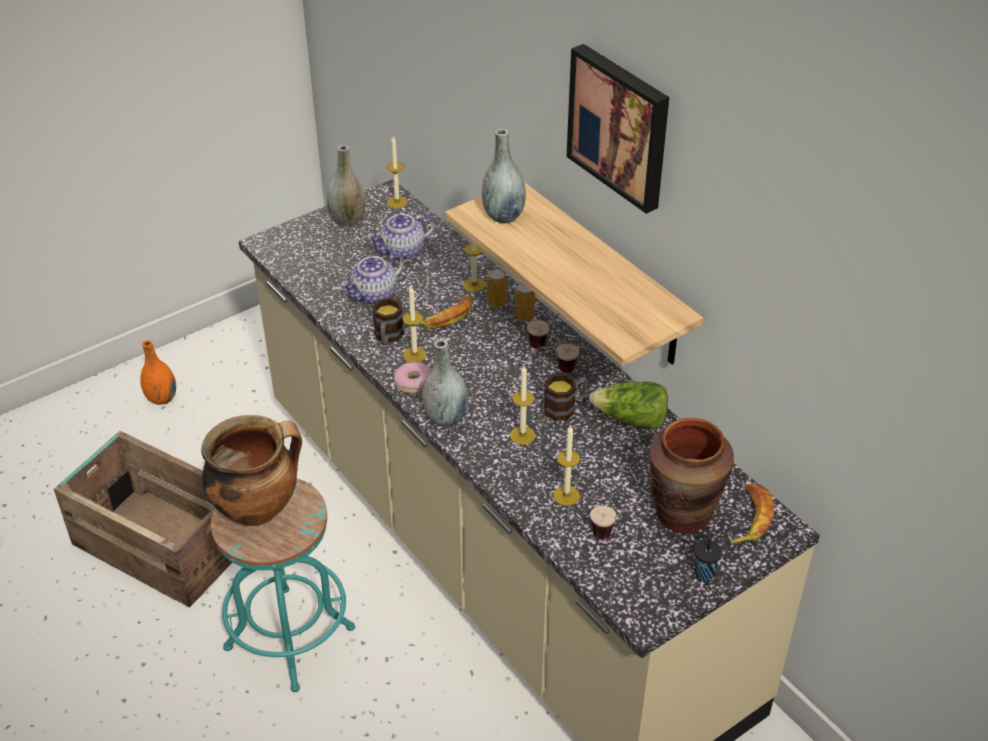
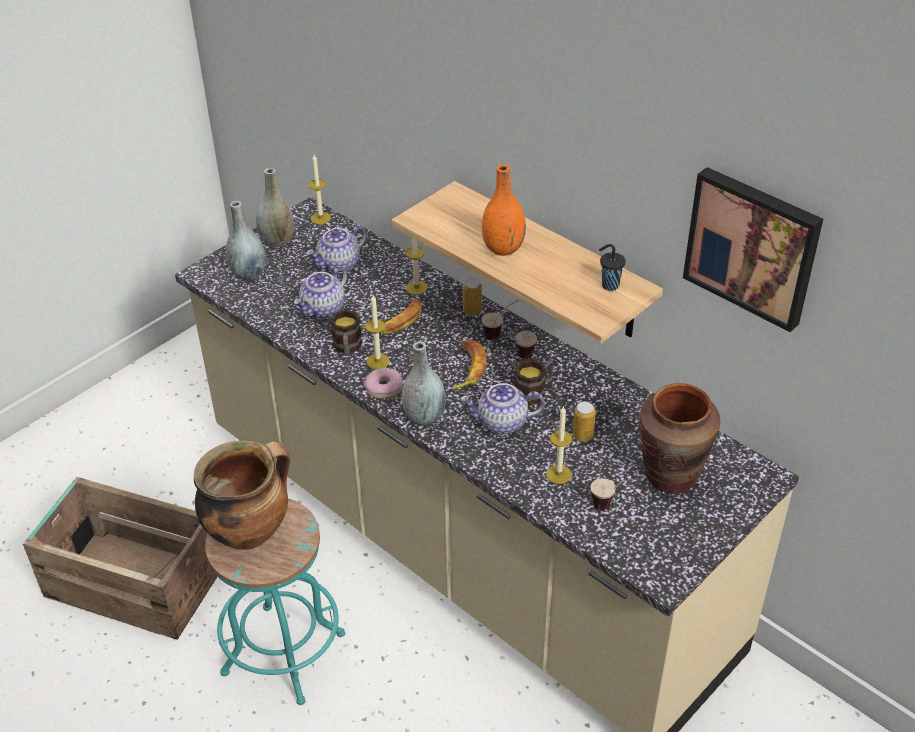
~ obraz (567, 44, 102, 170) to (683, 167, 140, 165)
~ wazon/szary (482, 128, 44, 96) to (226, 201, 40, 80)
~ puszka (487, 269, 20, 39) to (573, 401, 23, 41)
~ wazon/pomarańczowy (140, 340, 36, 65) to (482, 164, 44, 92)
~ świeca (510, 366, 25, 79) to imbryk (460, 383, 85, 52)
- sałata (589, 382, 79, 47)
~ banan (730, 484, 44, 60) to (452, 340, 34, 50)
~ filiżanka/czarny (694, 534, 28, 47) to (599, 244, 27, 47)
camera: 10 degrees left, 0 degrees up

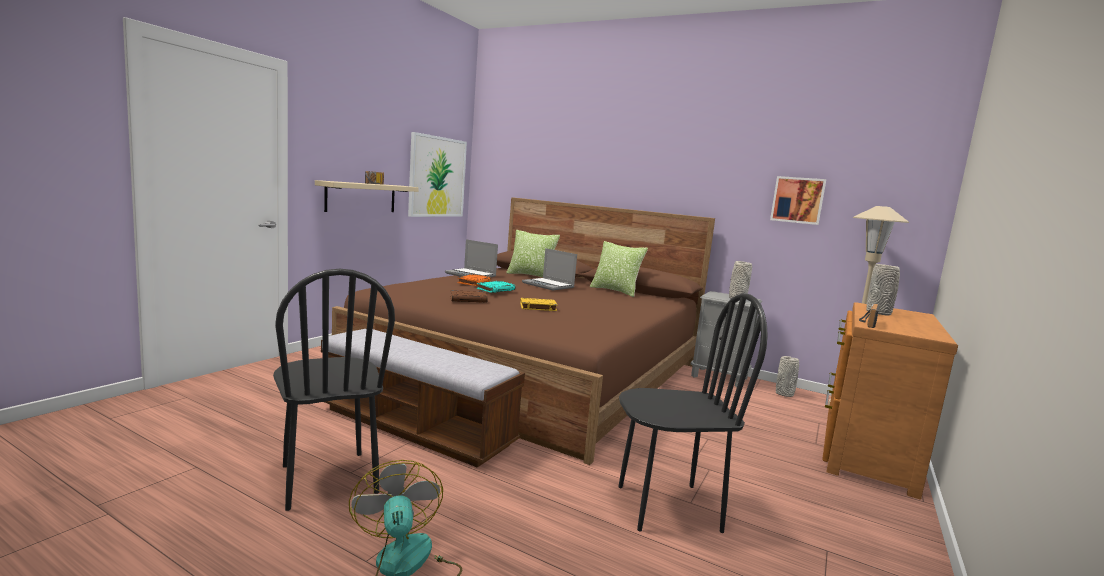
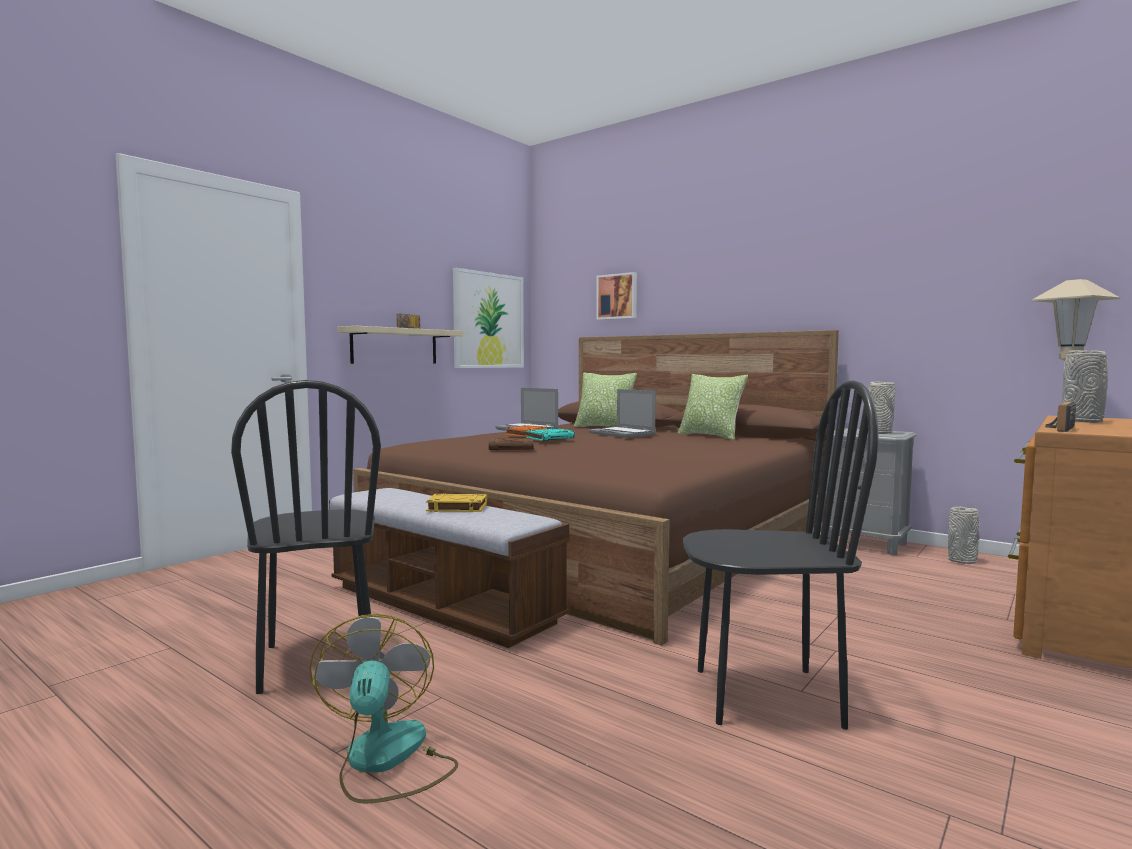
~ obraz (770, 176, 56, 49) to (596, 272, 41, 48)
~ książka/żółty (520, 298, 38, 13) to (426, 493, 61, 19)
camera: 10 degrees right, 5 degrees down

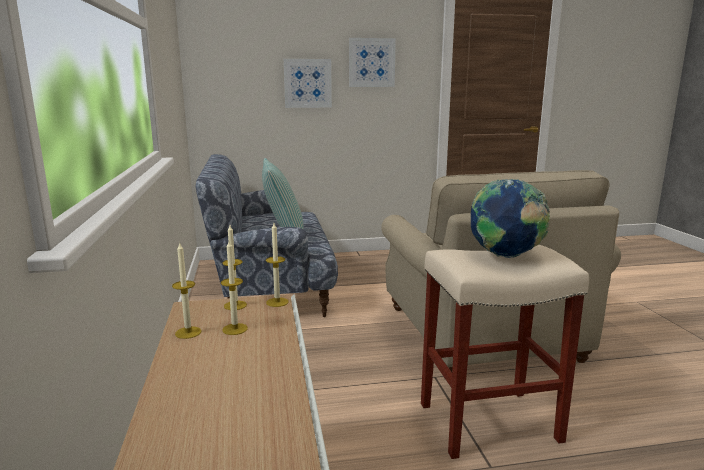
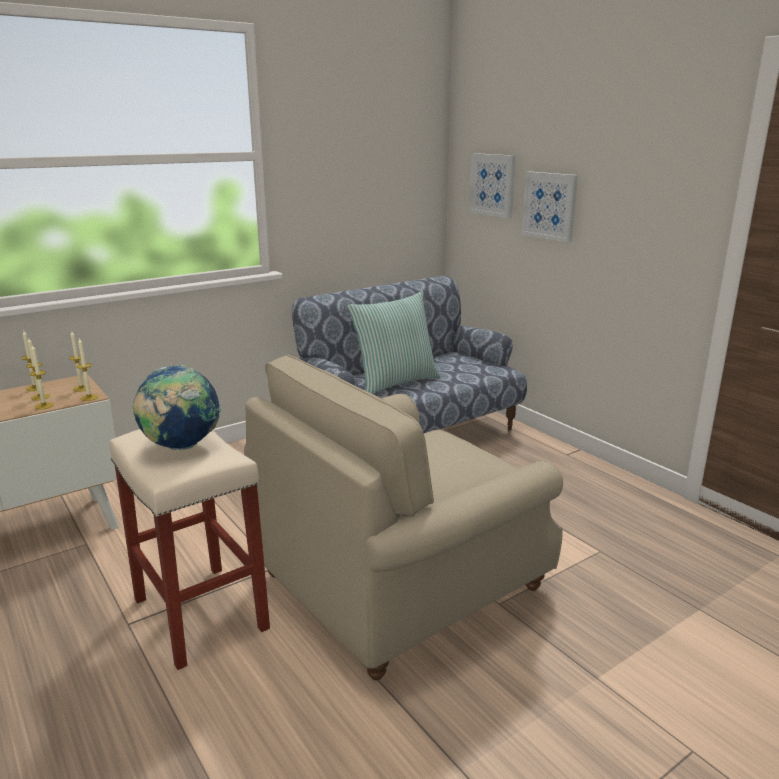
~ obraz (349, 38, 47, 49) to (469, 153, 47, 65)
+ świeca (30, 345, 24, 64)
camera: 65 degrees right, 5 degrees up

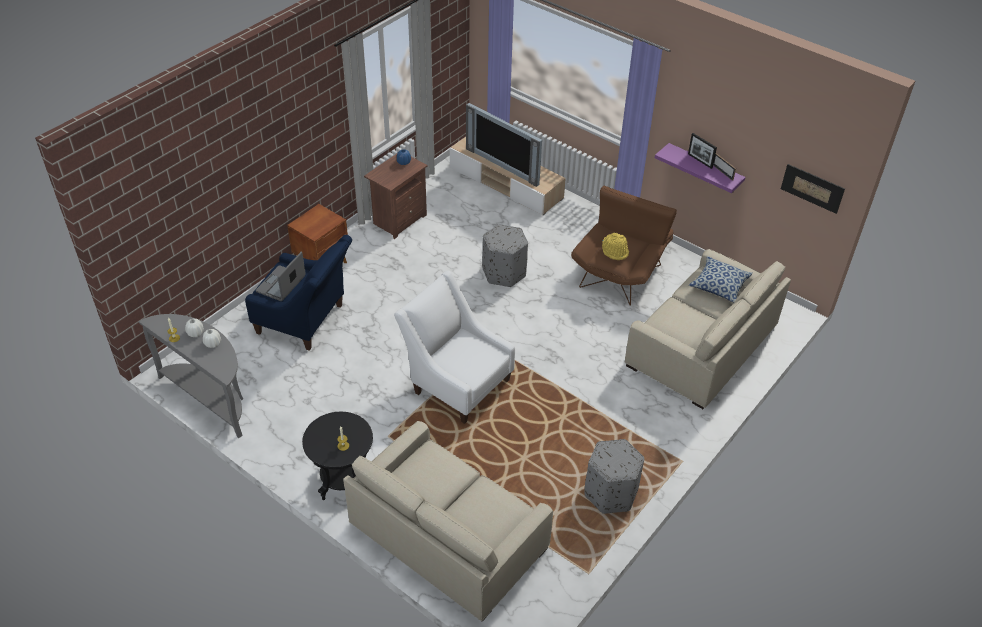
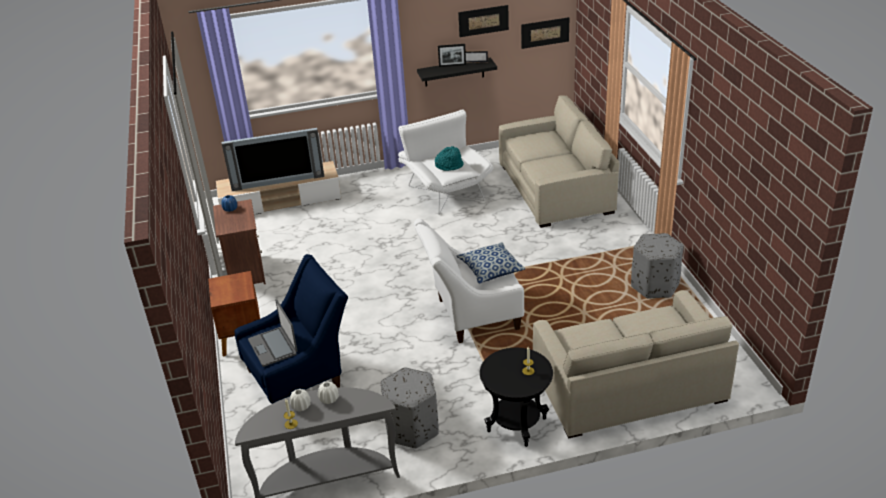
~ półka/fioletowy (655, 143, 90, 50) to półka/czarny (417, 57, 80, 29)
~ fotel/brązowy (571, 186, 106, 120) to fotel/biały (398, 109, 95, 105)
~ pufa/szary (482, 224, 46, 63) to (381, 367, 58, 82)
~ kapelusz/żółty (602, 233, 27, 27) to kapelusz/turkusowy (435, 146, 29, 25)
~ poduszka (689, 256, 64, 47) to (457, 242, 68, 42)
+ obraz (458, 5, 51, 32)
camera: 50 degrees left, 10 degrees down

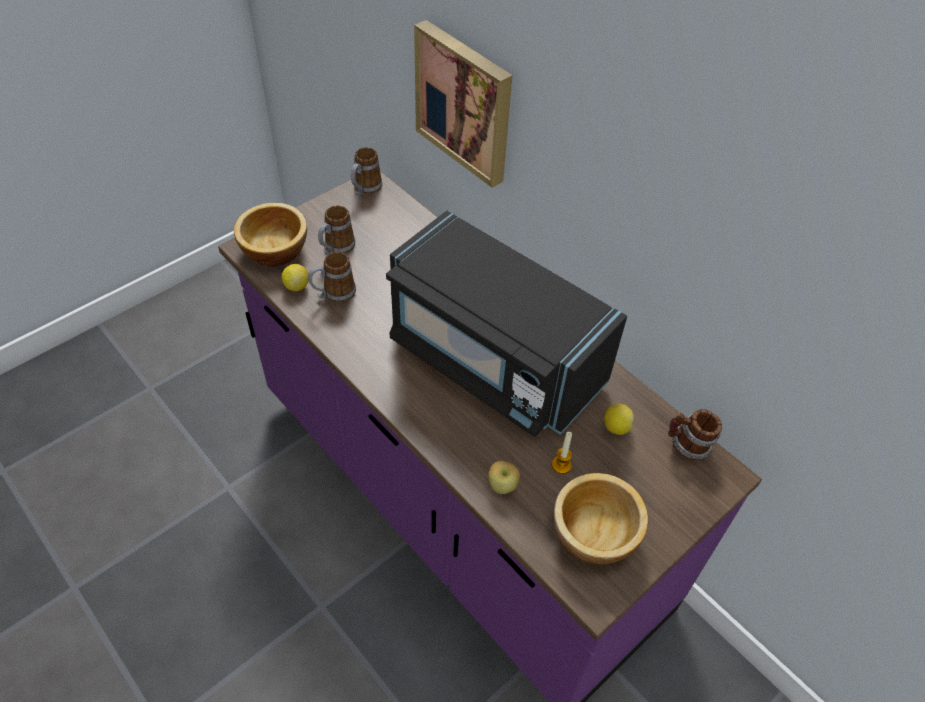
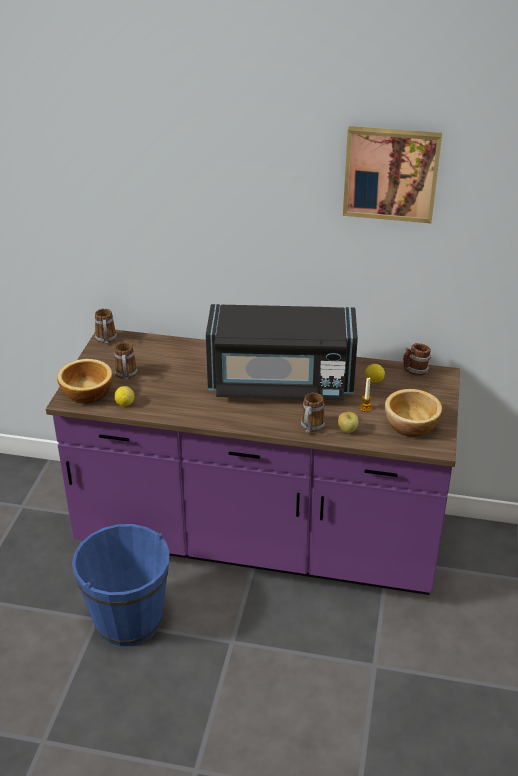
~ obraz (414, 20, 98, 168) to (343, 126, 99, 97)
~ kubek (308, 252, 48, 51) to (301, 392, 24, 41)
+ wiadro/niebieski (72, 524, 98, 122)
camera: 35 degrees left, 15 degrees down

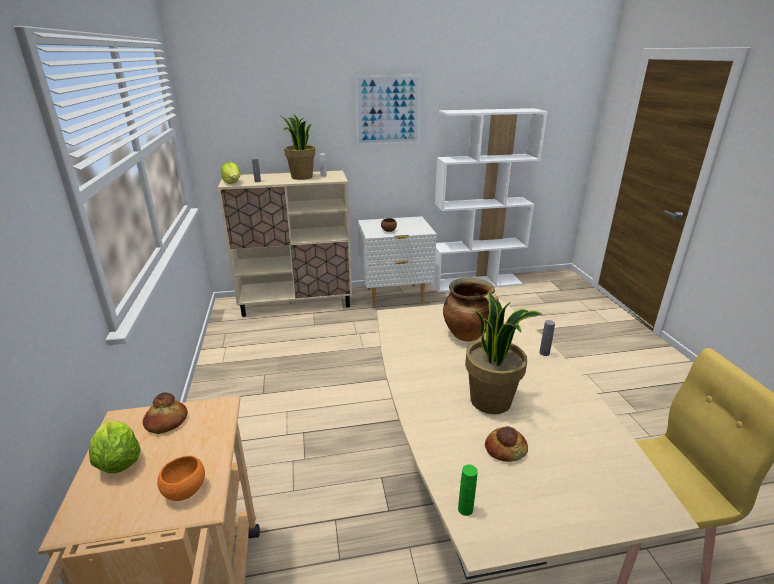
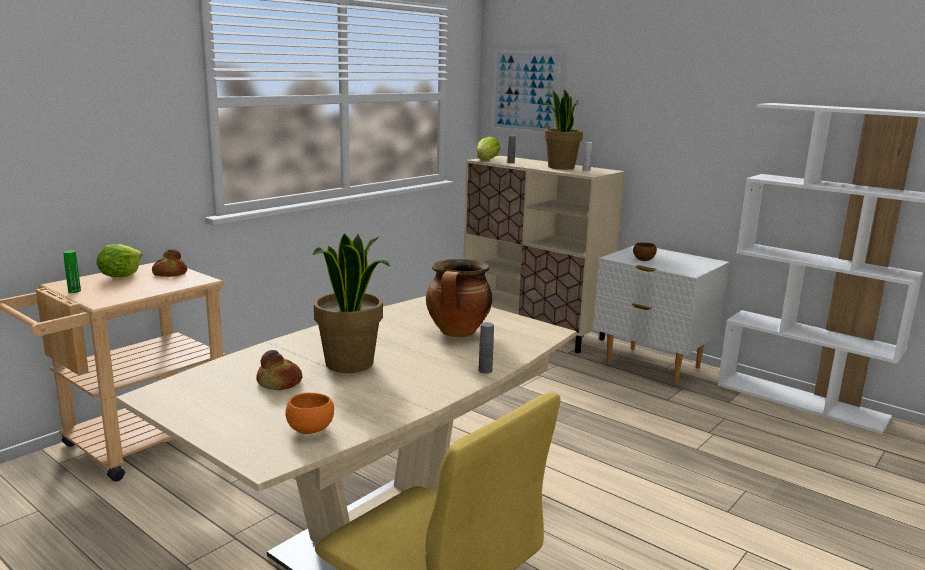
~ obraz (355, 75, 66, 71) to (492, 50, 70, 84)
~ miska/pomarańczowy (157, 456, 48, 45) to (285, 393, 49, 41)
~ butelka/zielony (458, 464, 20, 52) to (63, 250, 18, 43)
camera: 50 degrees right, 10 degrees down

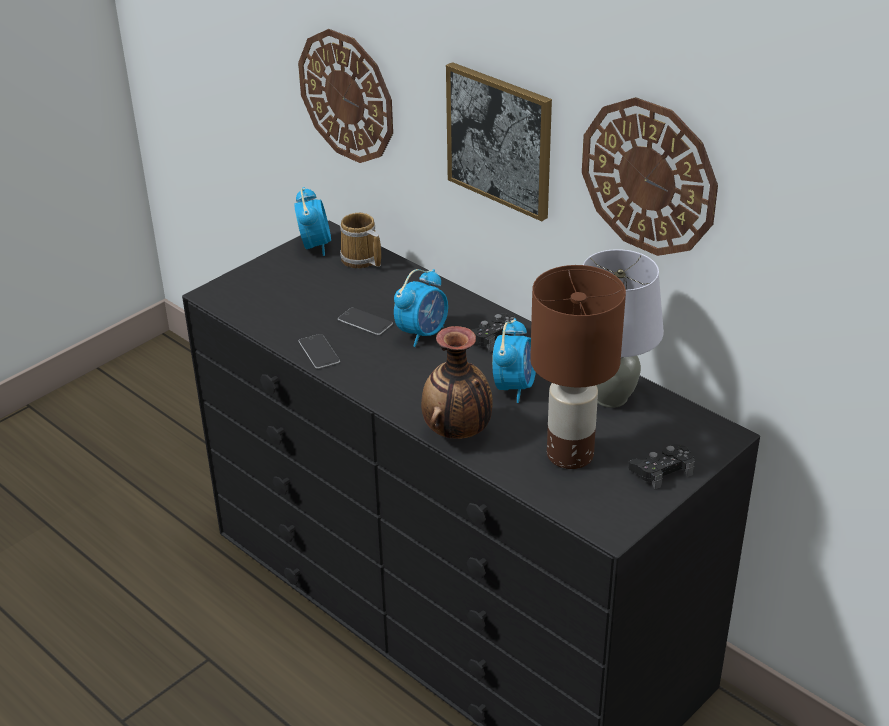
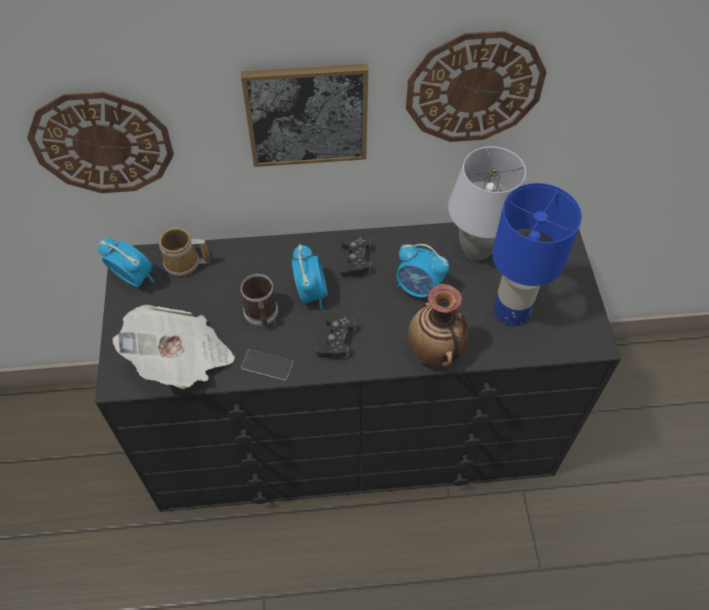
~ lampa stołowa/brązowy (530, 265, 96, 204) to lampa stołowa/niebieski (492, 183, 90, 143)
~ telefon (338, 307, 55, 28) to kubek (240, 274, 38, 52)
~ budzik (492, 318, 44, 85) = (397, 244, 52, 54) 150 degrees clockwise
~ pad do gier/czarny (629, 444, 65, 46) to (316, 313, 41, 45)
+ gazeta (112, 305, 123, 84)
camera: 50 degrees left, 20 degrees up

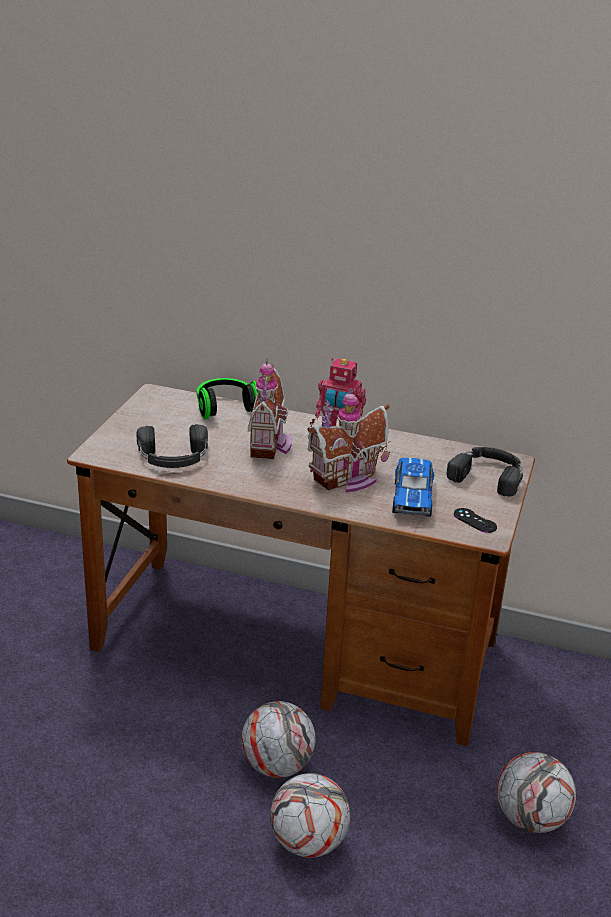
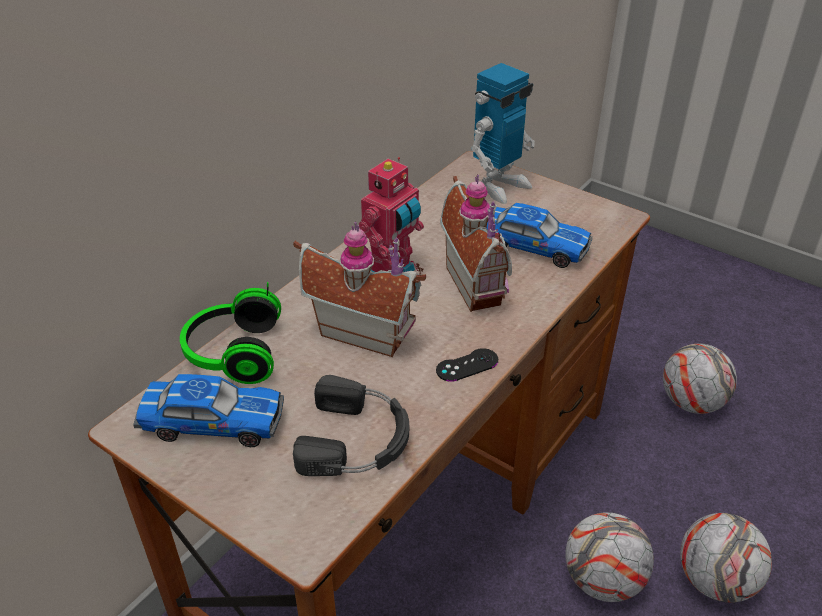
~ słuchawki/czarny (447, 447, 76, 50) to robot zabawkowy (471, 63, 64, 141)
~ pad do gier/czarny (454, 508, 43, 25) to (436, 348, 62, 34)
+ samochodzik (133, 374, 151, 73)
camera: 70 degrees left, 10 degrees up

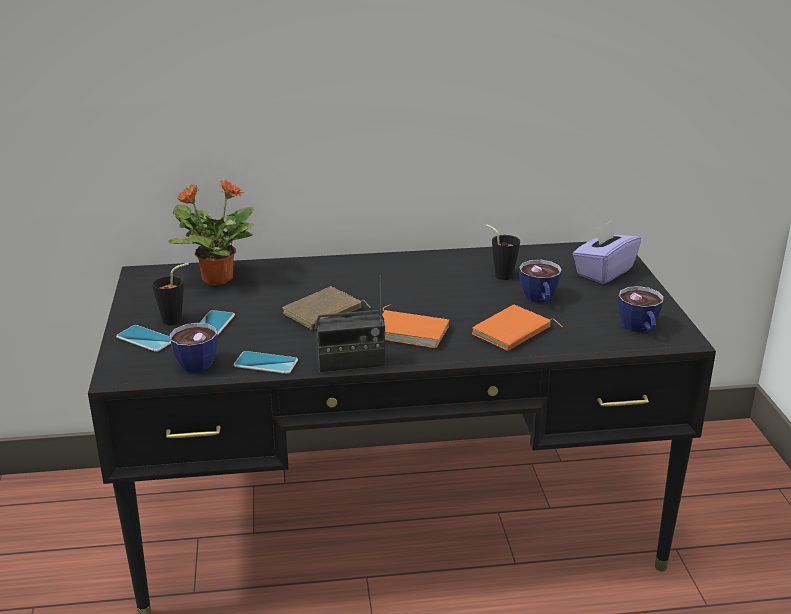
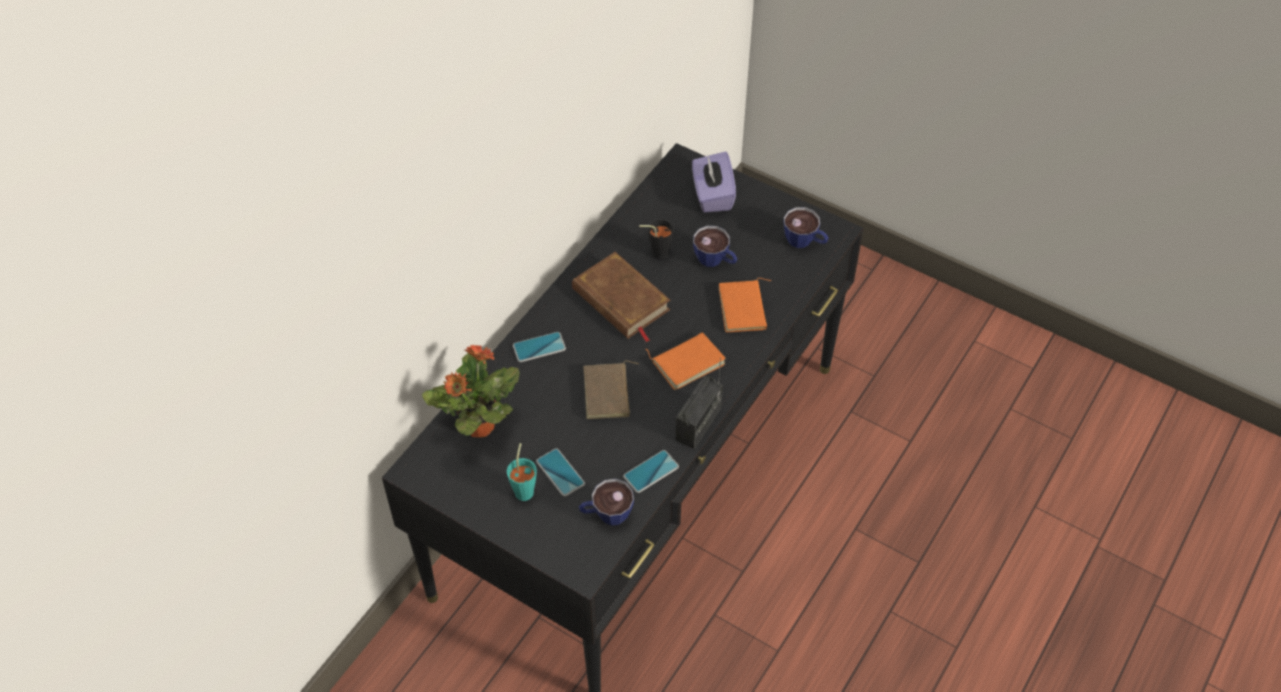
~ filiżanka/czarny (152, 263, 37, 62) to filiżanka/turkusowy (507, 443, 30, 58)
~ telefon (116, 325, 55, 27) to (513, 332, 53, 30)
+ książka/brązowy (572, 252, 99, 90)
camera: 50 degrees left, 25 degrees up

